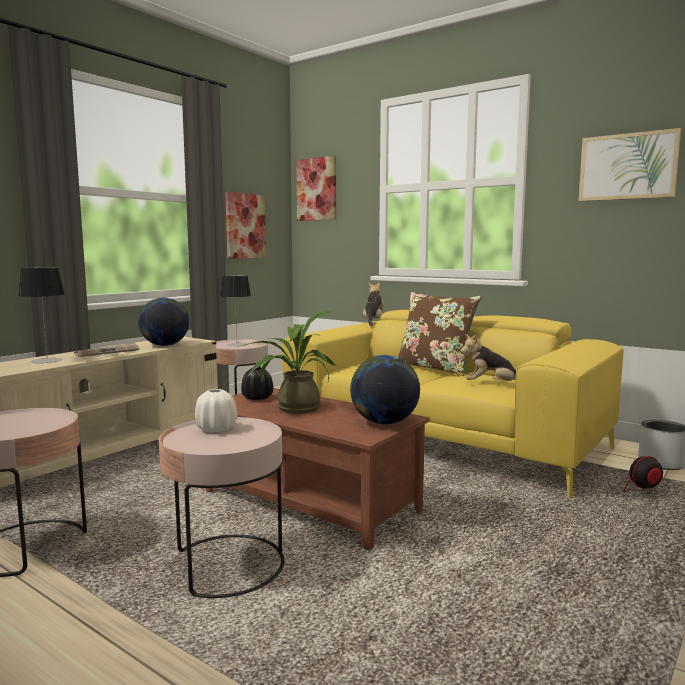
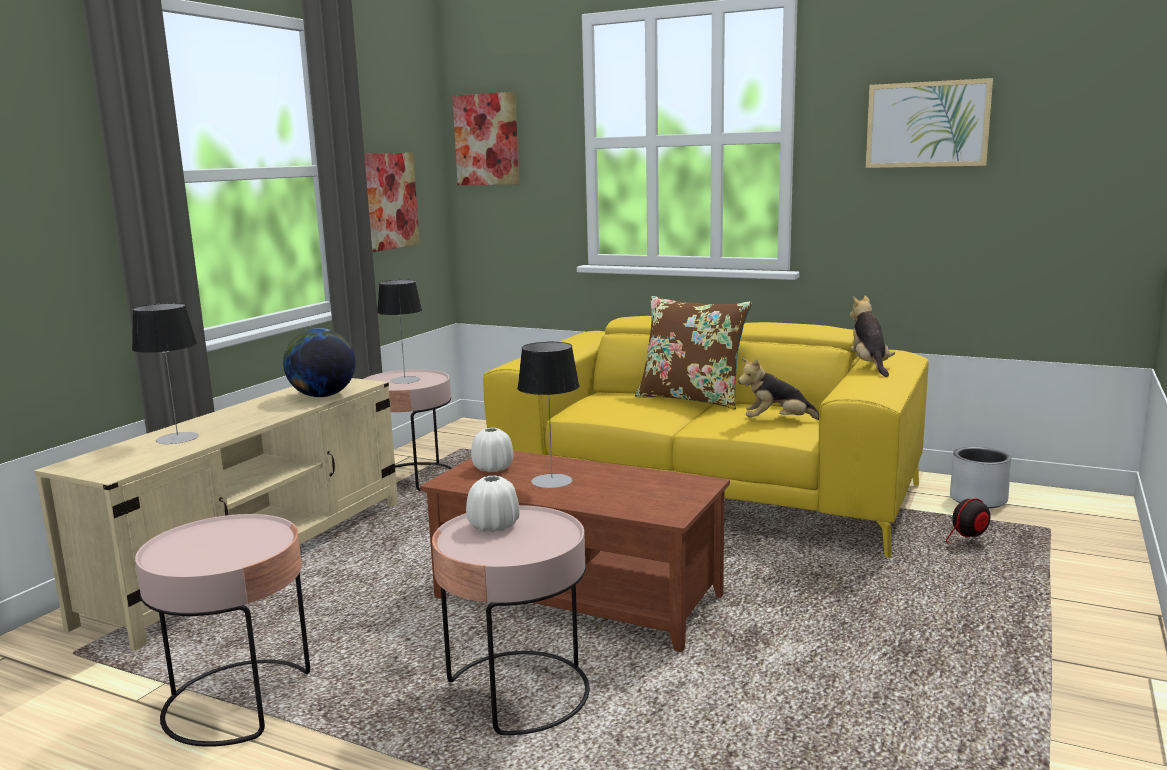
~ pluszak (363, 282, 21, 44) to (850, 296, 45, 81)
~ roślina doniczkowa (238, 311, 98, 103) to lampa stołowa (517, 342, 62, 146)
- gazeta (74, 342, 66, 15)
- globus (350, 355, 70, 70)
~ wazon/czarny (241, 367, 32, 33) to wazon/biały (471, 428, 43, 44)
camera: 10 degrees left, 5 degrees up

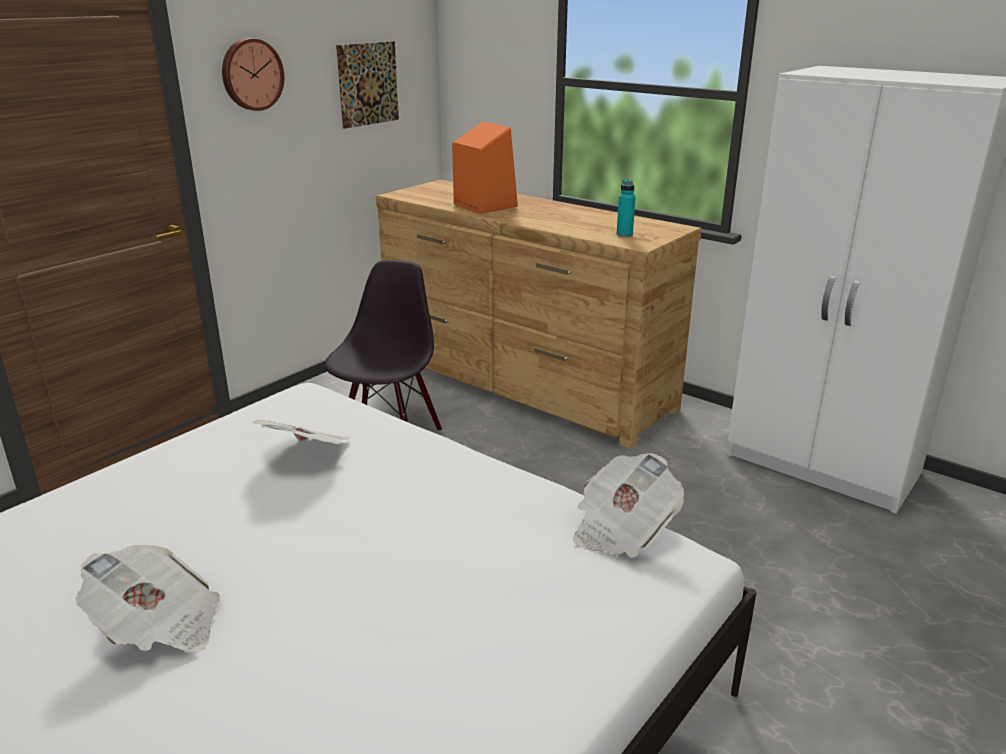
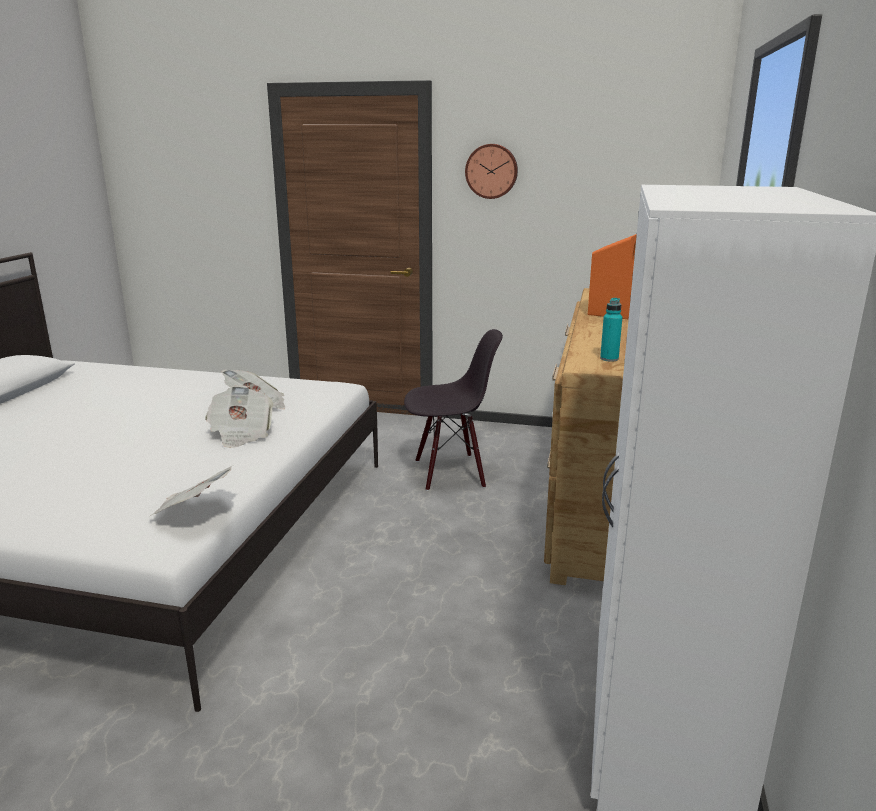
- obraz (336, 41, 63, 88)
~ gazeta (75, 545, 145, 108) to (205, 385, 69, 63)
camera: 65 degrees right, 5 degrees down

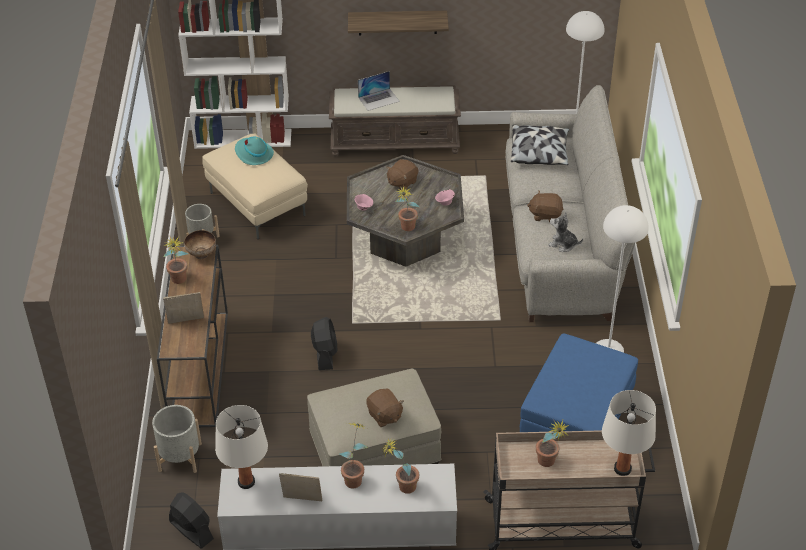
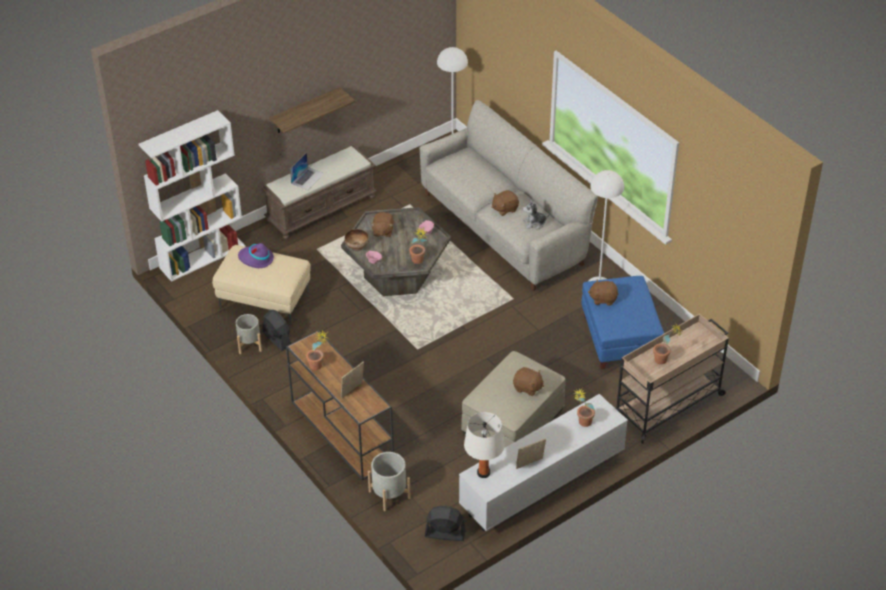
- poduszka (511, 125, 58, 40)
~ kapelusz/turkusowy (235, 137, 39, 28) to kapelusz/fioletowy (238, 243, 36, 25)
~ miska (184, 230, 32, 29) to (345, 229, 24, 22)
~ wentylator/czarny (311, 317, 26, 53) to (262, 310, 29, 41)
- lampa stołowa/biały (602, 390, 54, 86)
- roślina doniczkowa (339, 423, 30, 65)
+ pluszak/brązowy (588, 279, 30, 27)
camera: 35 degrees left, 0 degrees up

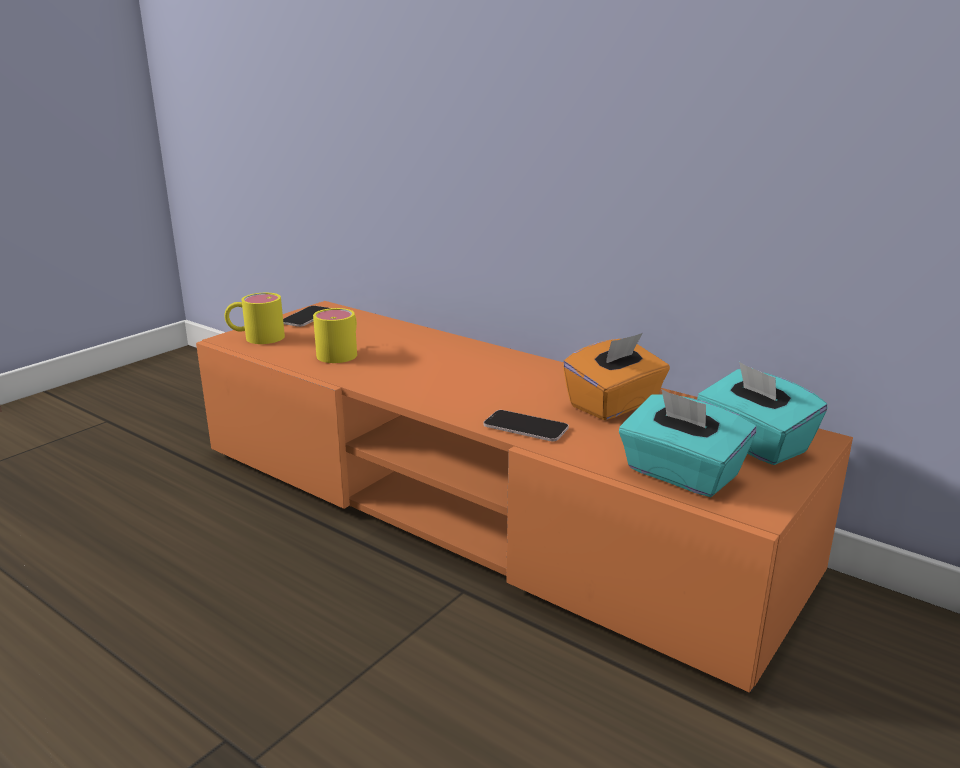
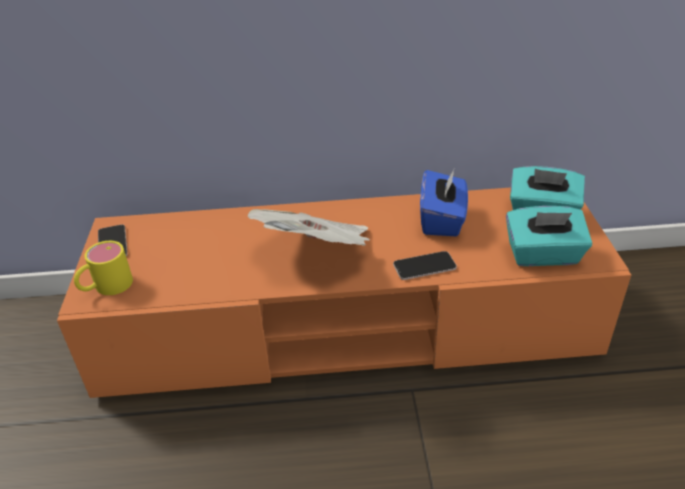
- kubek/żółty (313, 308, 44, 55)
~ pudełko chusteczek/pomarańczowy (563, 333, 107, 87) to pudełko chusteczek/niebieski (420, 169, 48, 67)
+ gazeta (248, 209, 122, 37)
camera: 40 degrees left, 15 degrees up

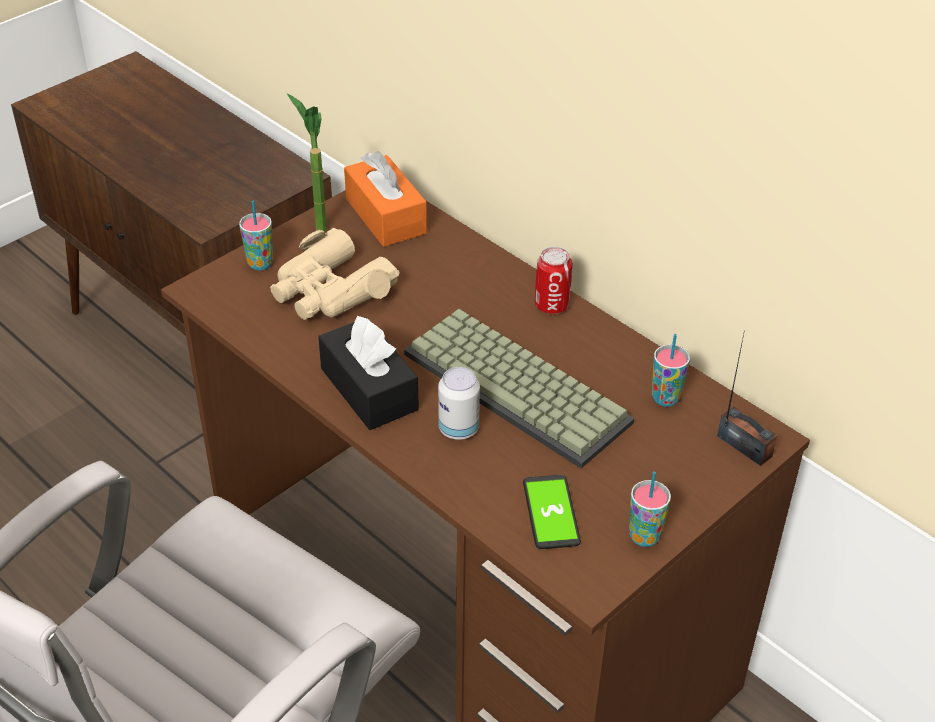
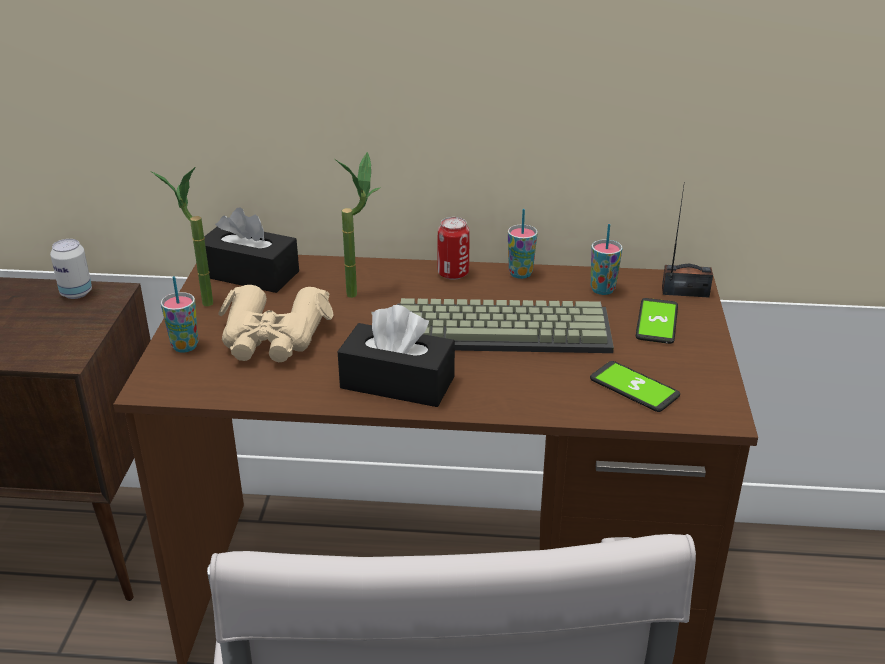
~ pudełko chusteczek/pomarańczowy (344, 151, 83, 96) to pudełko chusteczek/czarny (204, 207, 95, 86)
~ puszka (438, 367, 42, 73) to (50, 239, 42, 60)
~ filiżanka (629, 472, 42, 75) to (508, 209, 30, 70)
+ roślina doniczkowa (335, 152, 45, 146)
+ telefon (636, 298, 42, 46)
camera: 40 degrees left, 10 degrees down

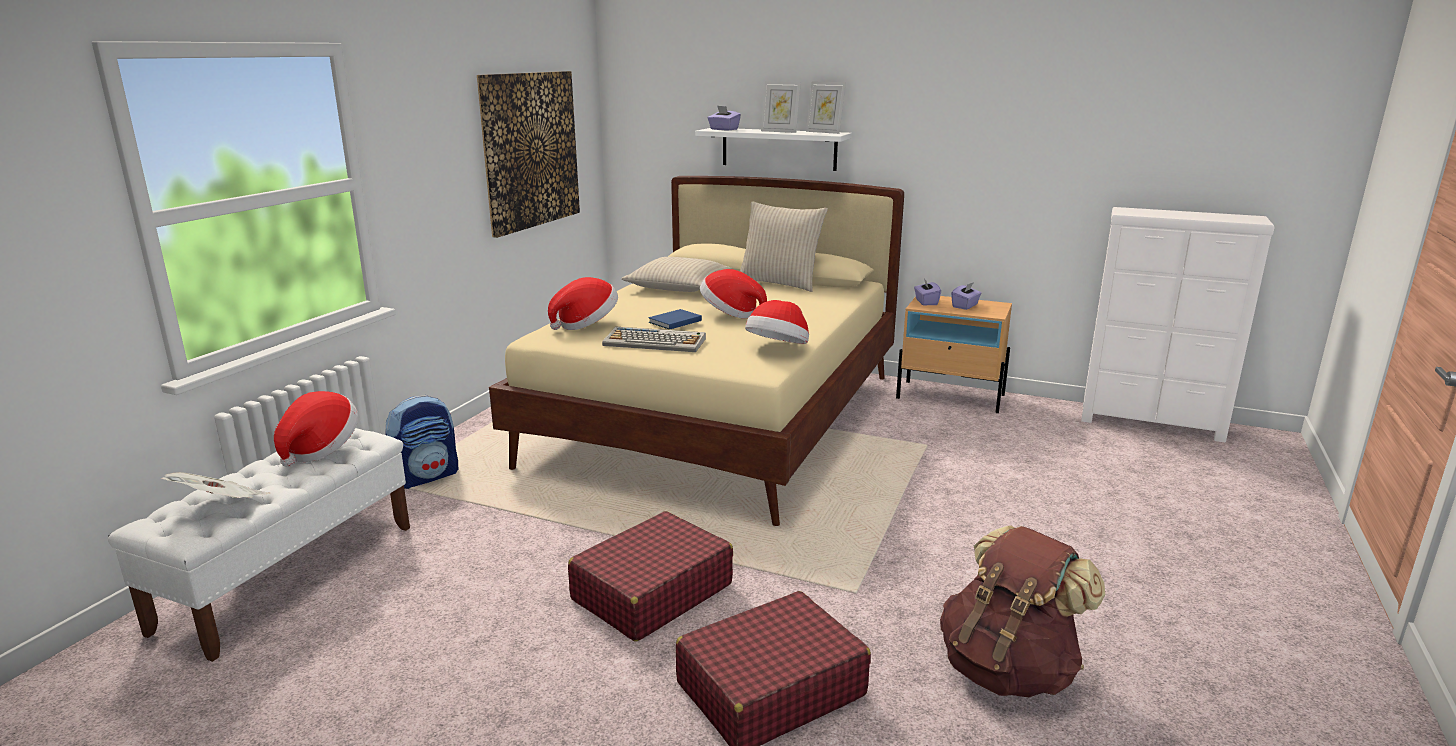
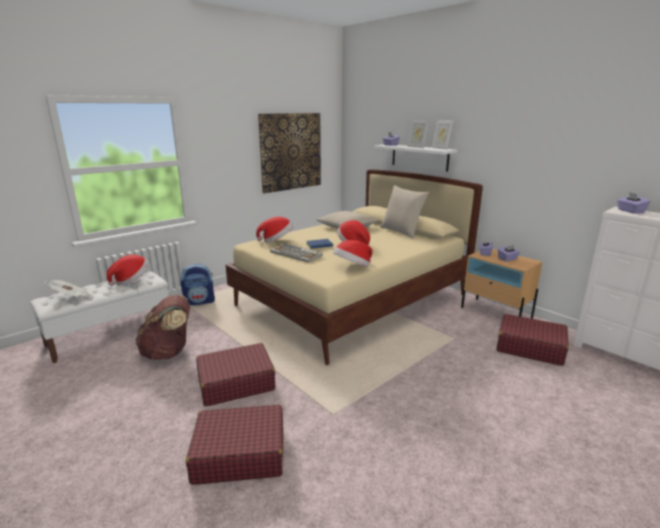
~ plecak/brązowy (940, 525, 165, 172) to (135, 295, 55, 65)
+ pudełko chusteczek/fioletowy (617, 192, 33, 22)
+ walizka/czerwony (496, 314, 73, 52)
camera: 25 degrees right, 0 degrees up

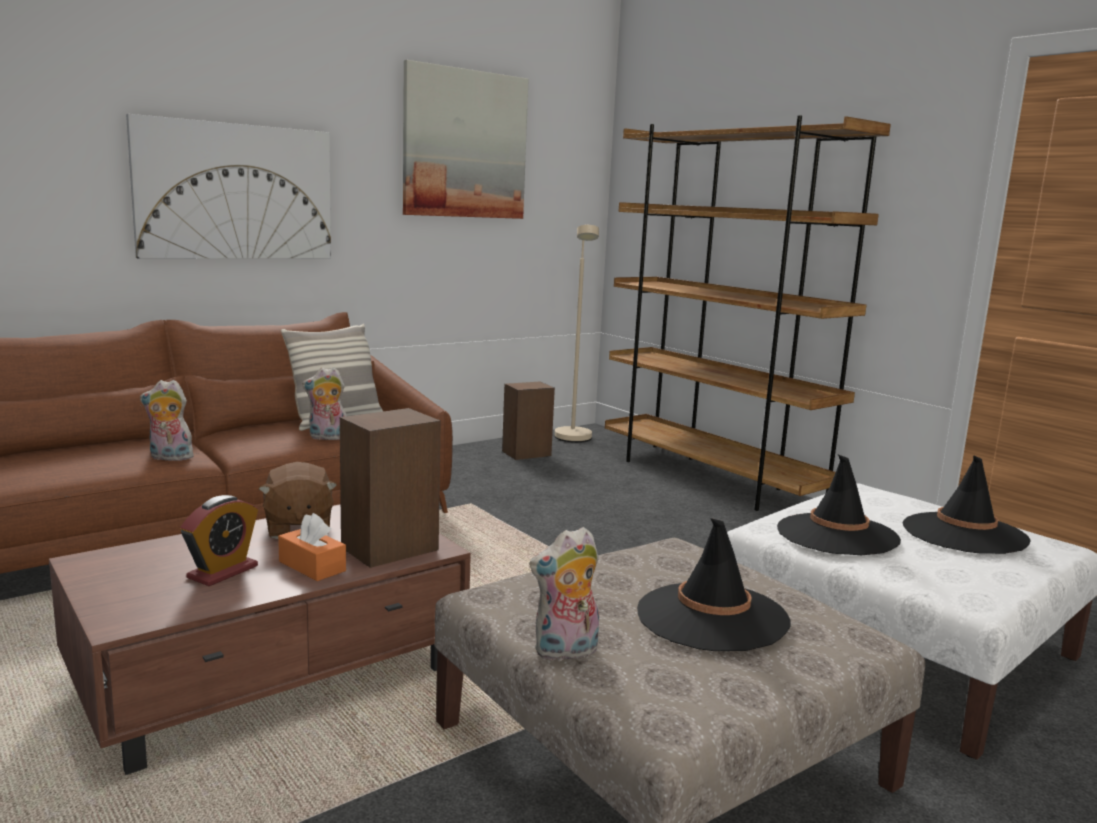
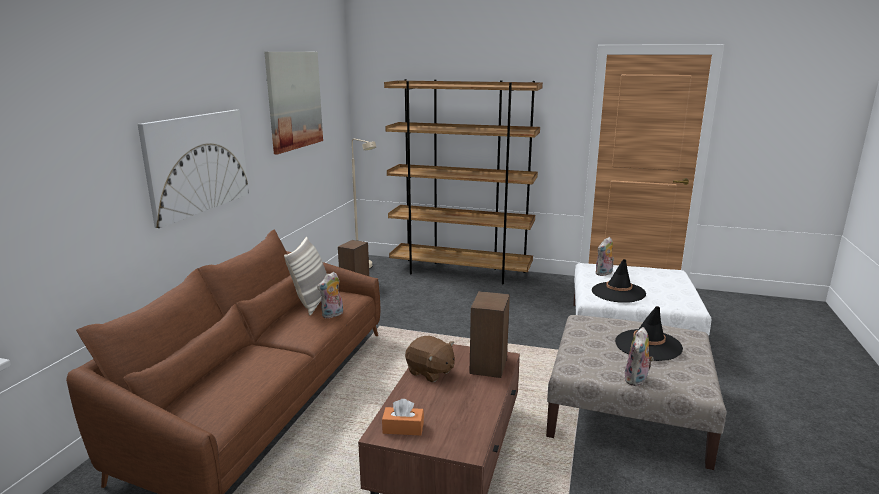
~ pluszak (140, 380, 54, 81) to (595, 237, 19, 39)
- kapelusz/czarny (903, 455, 128, 99)
- budzik (180, 495, 78, 91)
~ pudełko chusteczek/pomarańczowy (278, 513, 68, 68) to (382, 399, 42, 37)
camera: 35 degrees left, 5 degrees up

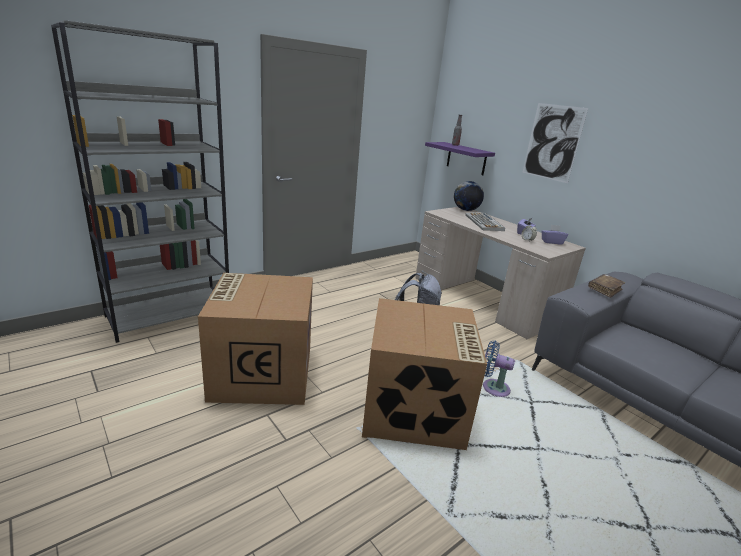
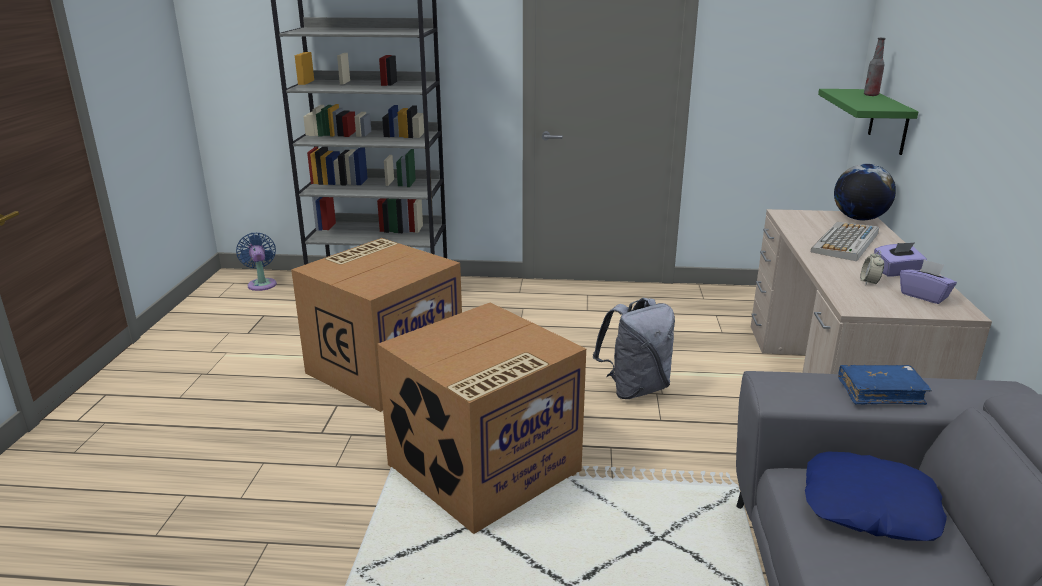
- obraz (522, 103, 66, 80)
~ półka/fioletowy (425, 142, 70, 33) to półka/zielony (818, 89, 100, 66)
~ książka/brązowy (588, 274, 38, 24) to książka/niebieski (838, 365, 94, 40)
~ wentylator/niebieski (483, 341, 32, 56) to (236, 233, 41, 58)
+ poduszka/niebieski (805, 452, 142, 89)
camera: 45 degrees right, 0 degrees up

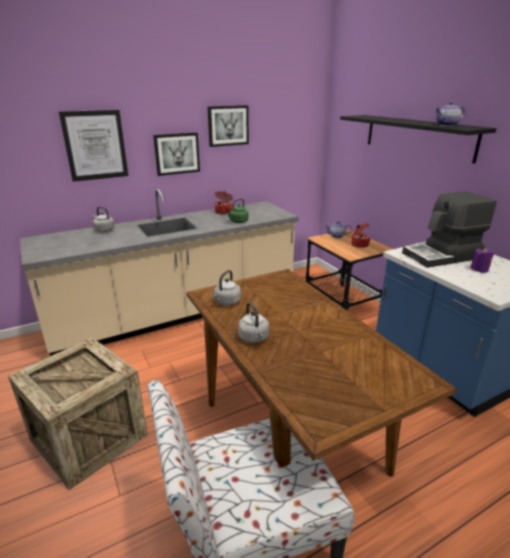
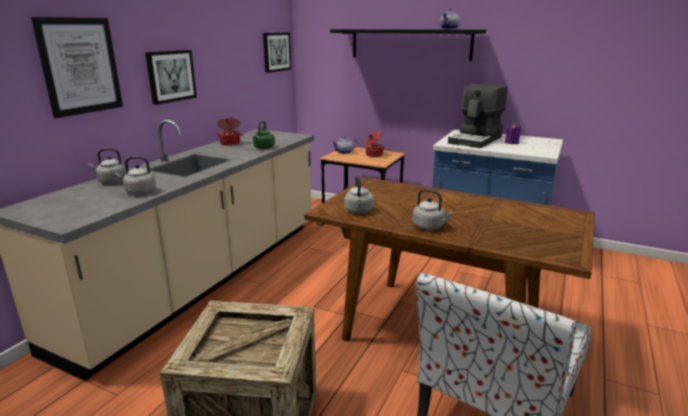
~ obraz (208, 105, 41, 42) to (263, 32, 28, 41)
+ czajnik/szary (115, 156, 41, 38)
camera: 35 degrees left, 5 degrees down

